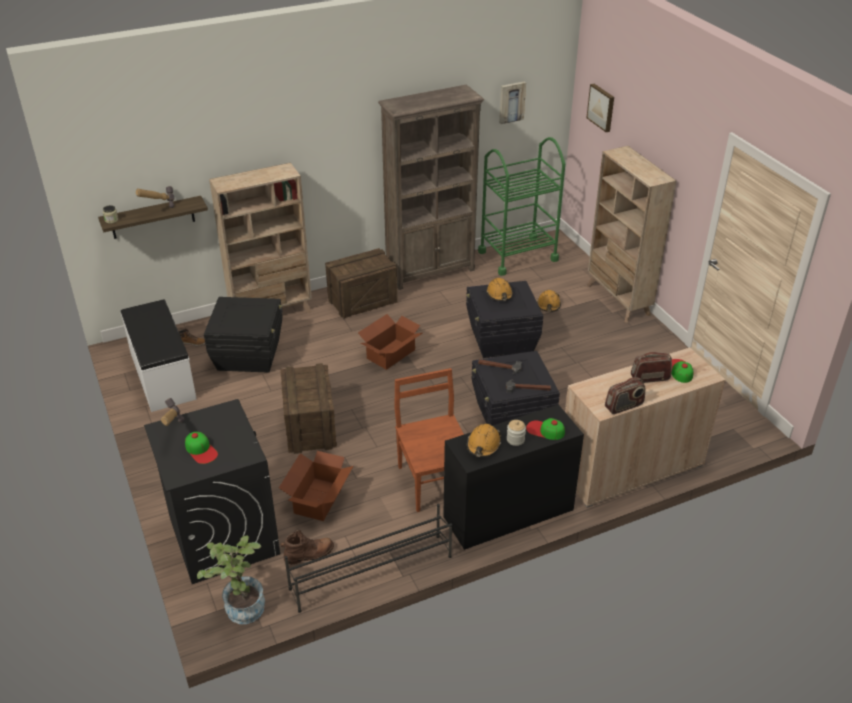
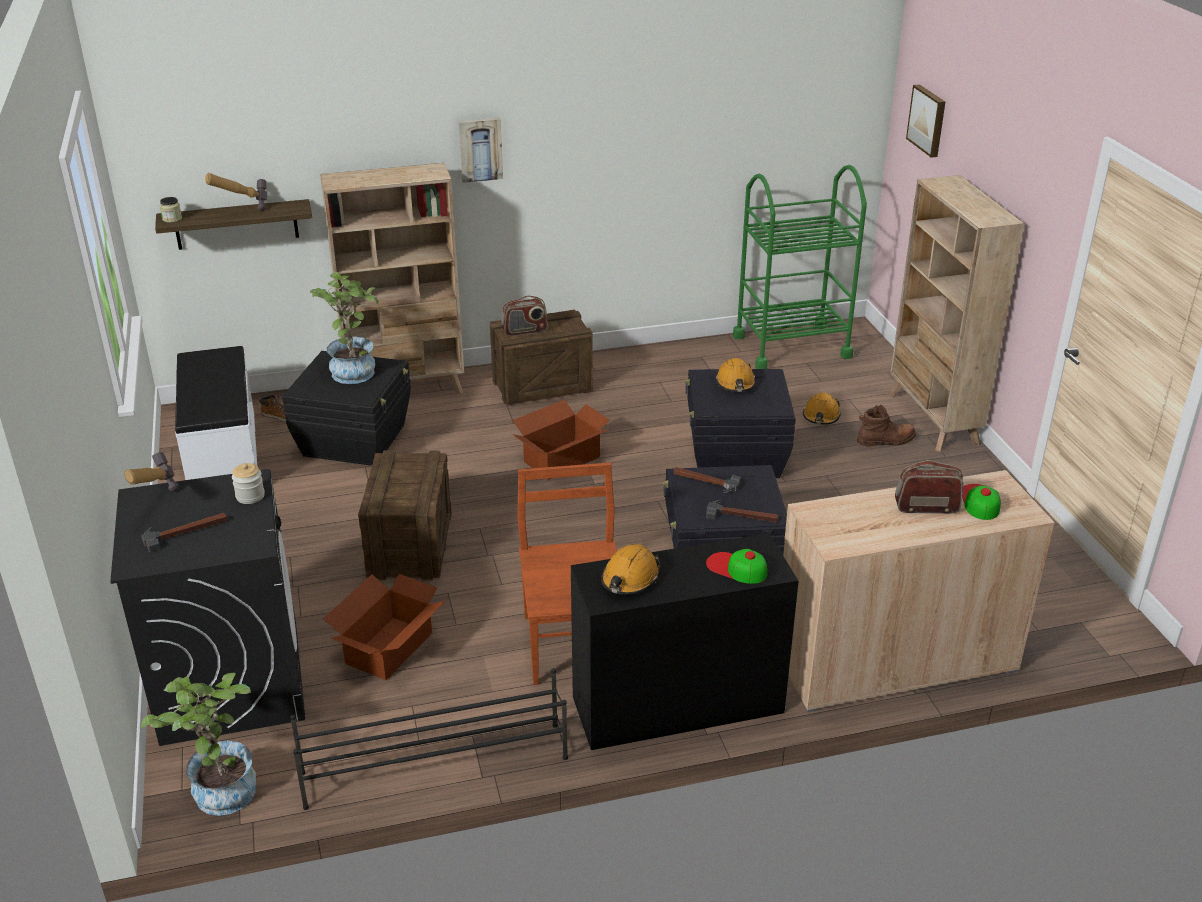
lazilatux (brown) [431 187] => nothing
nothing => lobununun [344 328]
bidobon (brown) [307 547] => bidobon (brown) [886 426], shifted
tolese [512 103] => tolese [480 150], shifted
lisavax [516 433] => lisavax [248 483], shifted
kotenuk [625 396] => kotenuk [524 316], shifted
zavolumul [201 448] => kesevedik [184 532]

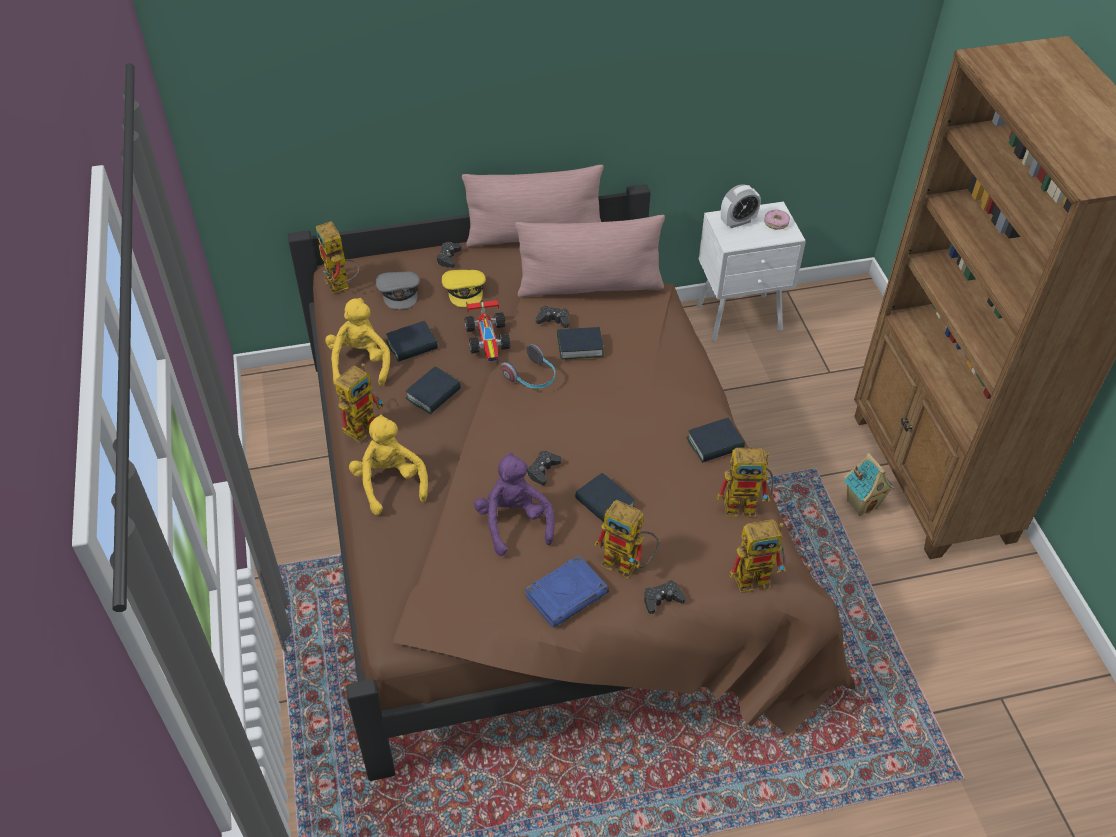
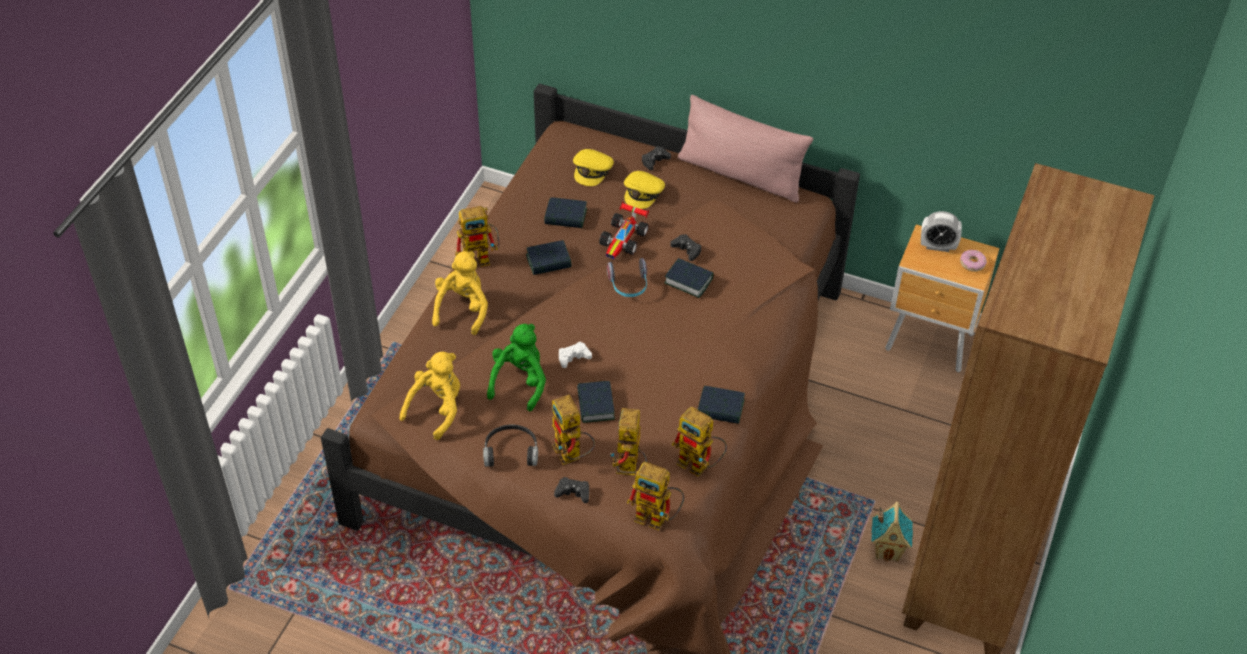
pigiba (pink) [590 256] => nothing
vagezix [337 257] => vagezix [628 441], shifted
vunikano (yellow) [357 342] => vunikano (yellow) [430 396], shifted
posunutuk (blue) [567 591] => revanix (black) [510 446]
zavolumul (grey) [398 290] => zavolumul (yellow) [593 167]
vunikano (purple) [514 504] => vunikano (green) [516 367]
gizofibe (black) [544 468] => gizofibe (white) [575 355]
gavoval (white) [751 272] => gavoval (brown) [942 298]

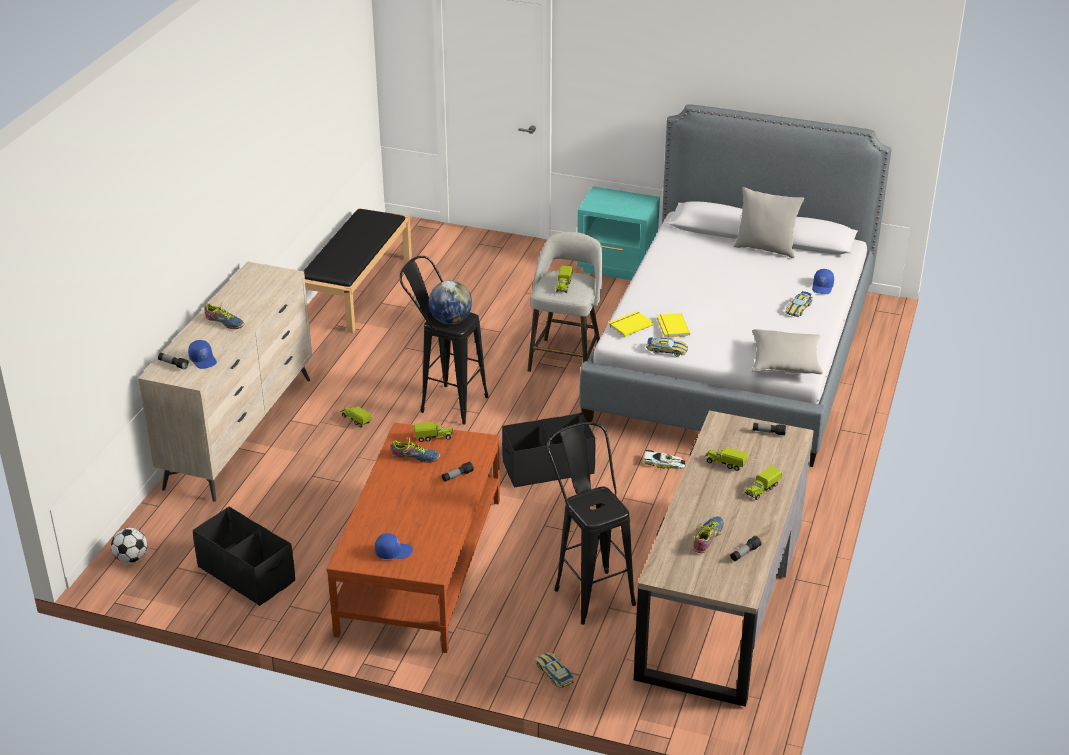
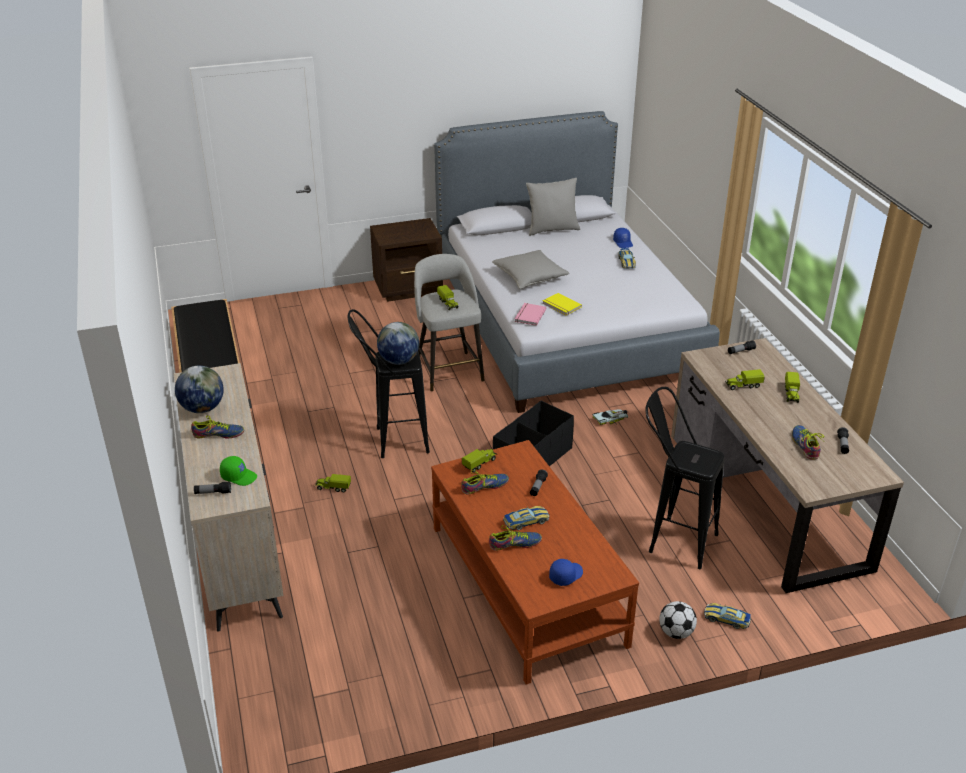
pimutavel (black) [244 556] => nothing
nothing => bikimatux [199 389]
nothing => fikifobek [515 538]
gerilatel [129 545] => gerilatel [678 620], shifted
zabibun [667 347] => zabibun [526 518], shifted
pigiba (grey) [787 351] => pigiba (grey) [530 269], shifted
zavolumul (blue) [202 354] => zavolumul (green) [238 471]
gavoval (turquoise) [618 233] => gavoval (brown) [406 260]
posunutuk (yellow) [630 324] => posunutuk (pink) [530 314]

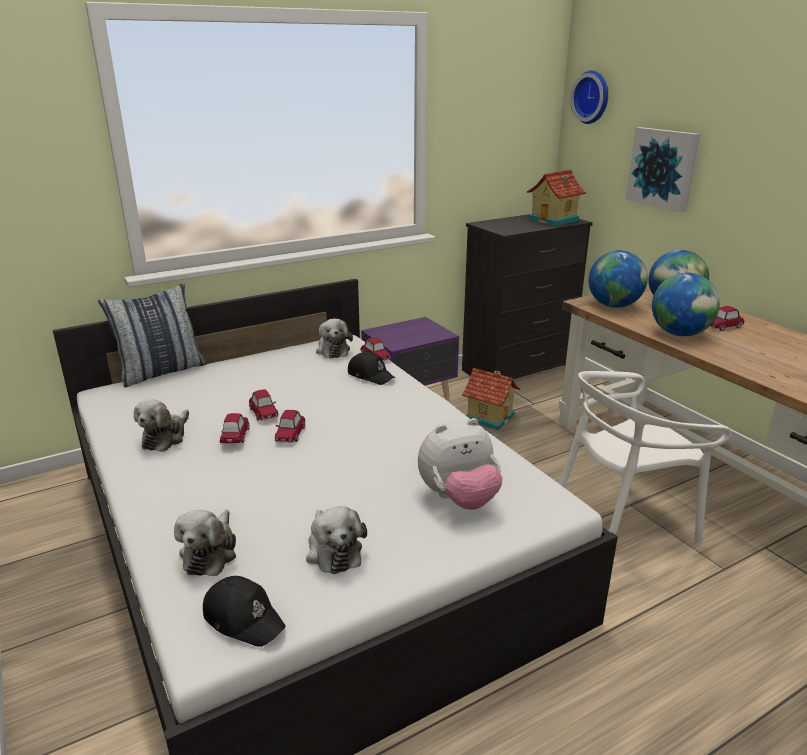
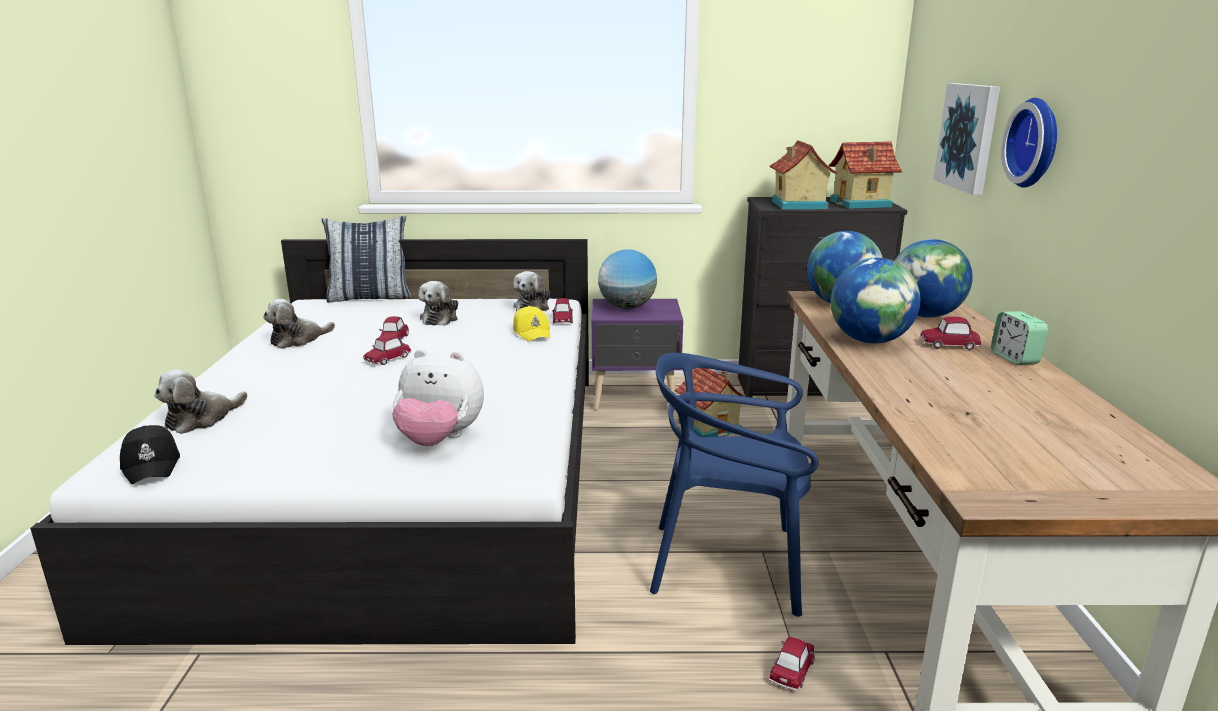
nothing => bikimatux [627 279]
nothing => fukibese [803 174]
nothing => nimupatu [1019 338]
zabibun [235 429] => zabibun [792 664], shifted
vunikano [336 540] => vunikano [438 303], shifted
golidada [589 97] => golidada [1029 143], shifted
zavolumul (black) [371 368] => zavolumul (yellow) [531 324]
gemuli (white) [646 457] => gemuli (blue) [734 485]

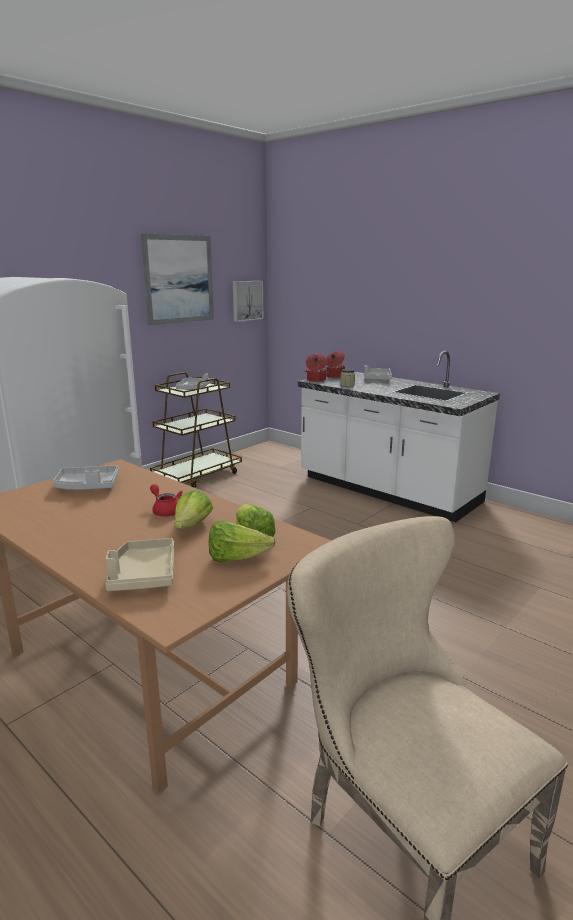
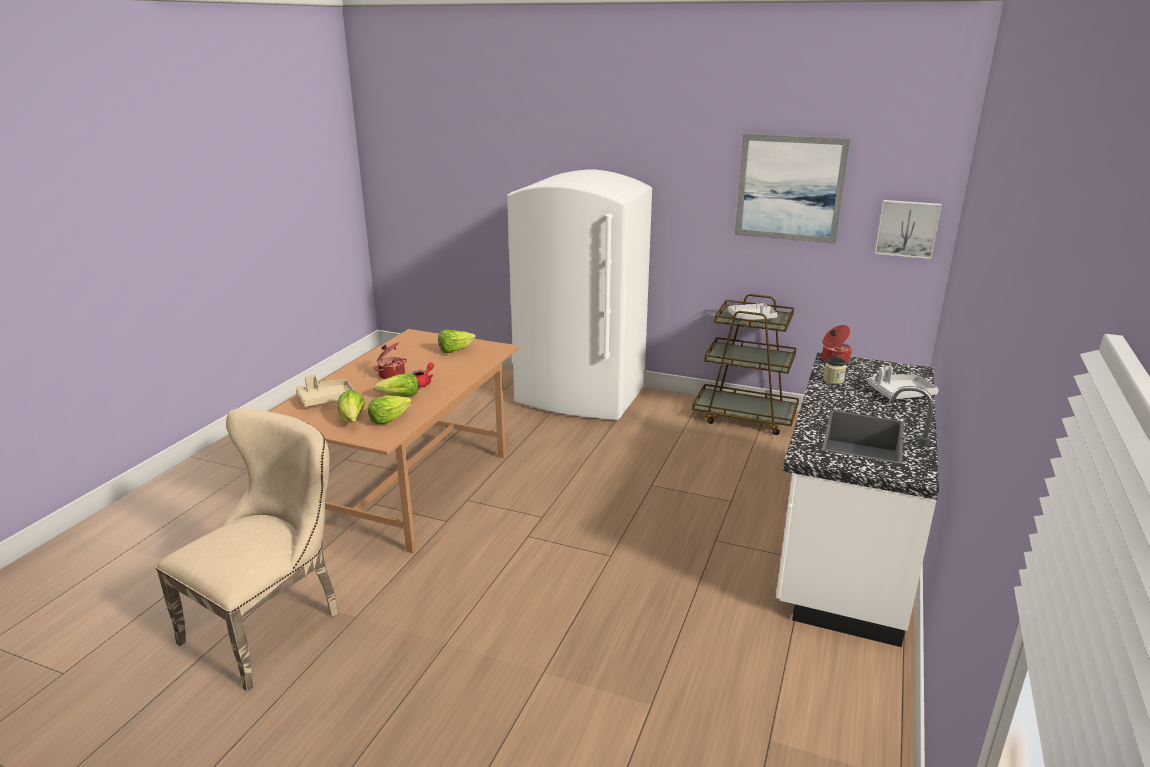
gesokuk [335 364] => gesokuk [390 360], shifted
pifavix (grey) [86 477] => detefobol [457 341]

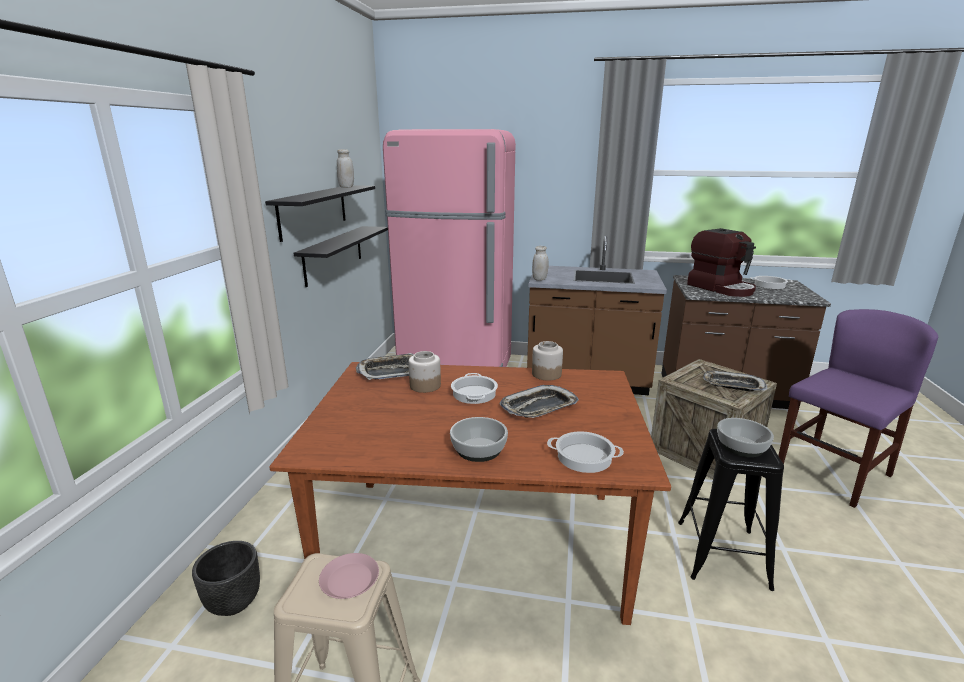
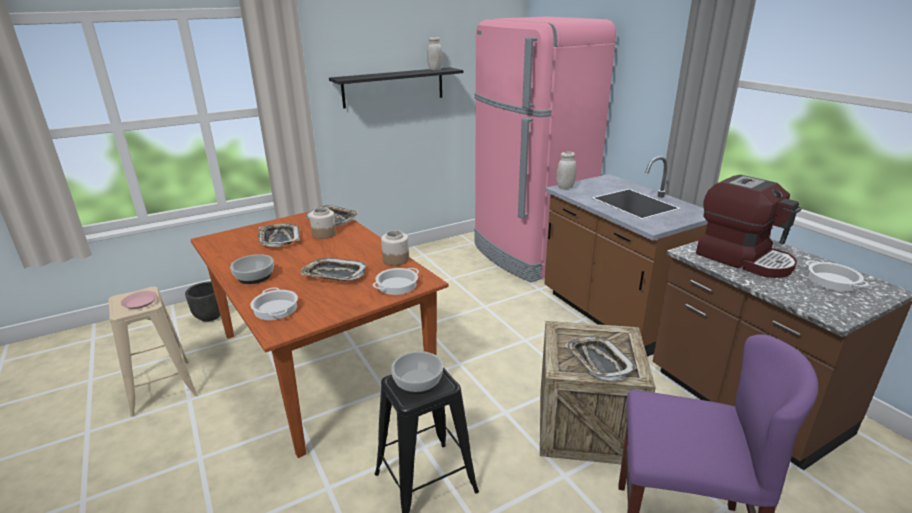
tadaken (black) [340 256] => nothing
nothing => pifavix [279 235]
gesokuk [474 388] => gesokuk [396 281], shifted
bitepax [721 262] => bitepax [749 226], 60 degrees counterclockwise

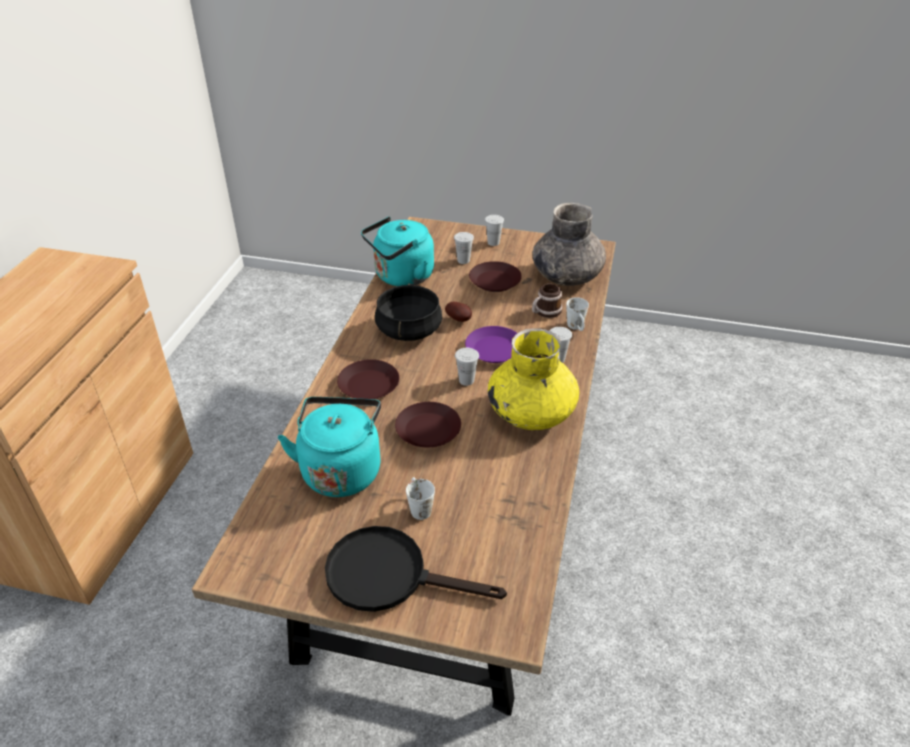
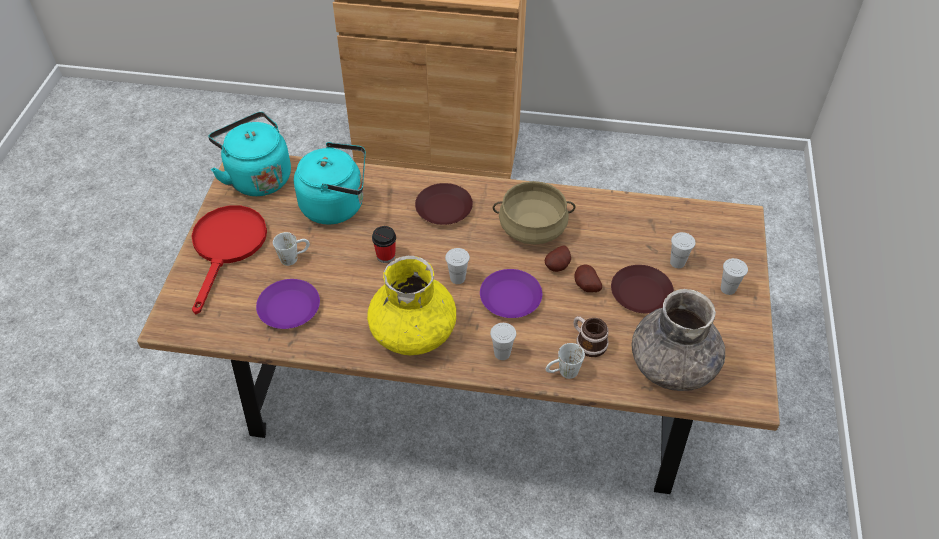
nothing => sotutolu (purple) [288 304]
nothing => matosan [588 278]
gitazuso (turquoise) [397 251] => gitazuso (turquoise) [249 154], shifted
sotutolu (brown) [428 424] => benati [384 244]
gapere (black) [416 569] => gapere (red) [229 259]
gesokuk (black) [408 312] => gesokuk (beige) [534 213]

